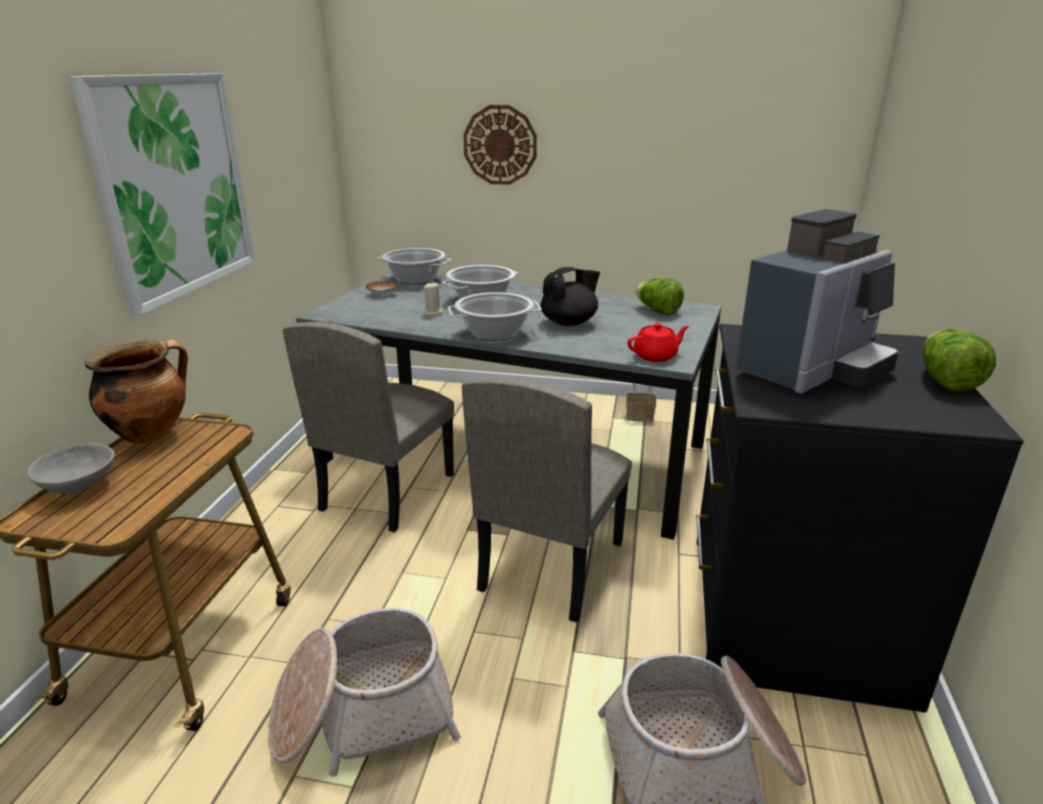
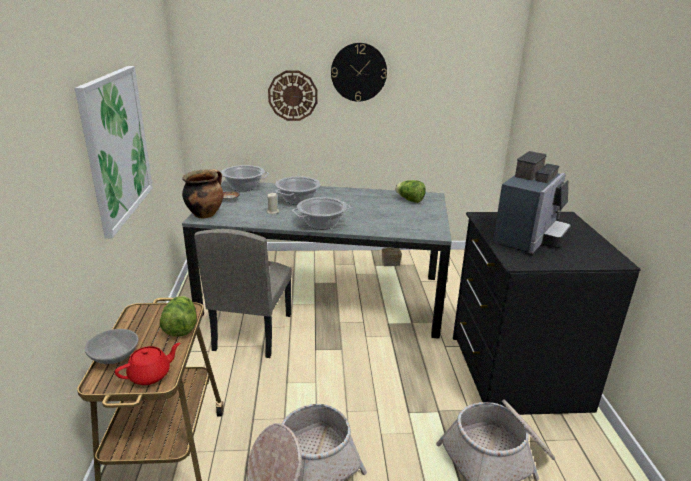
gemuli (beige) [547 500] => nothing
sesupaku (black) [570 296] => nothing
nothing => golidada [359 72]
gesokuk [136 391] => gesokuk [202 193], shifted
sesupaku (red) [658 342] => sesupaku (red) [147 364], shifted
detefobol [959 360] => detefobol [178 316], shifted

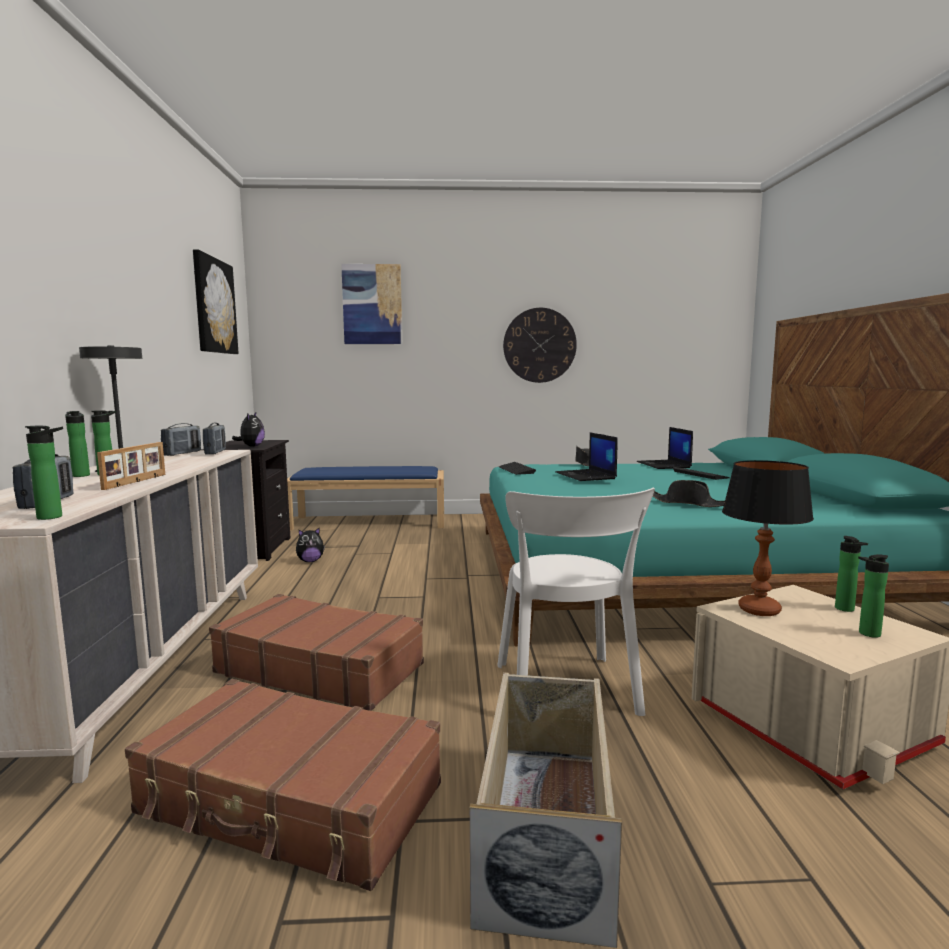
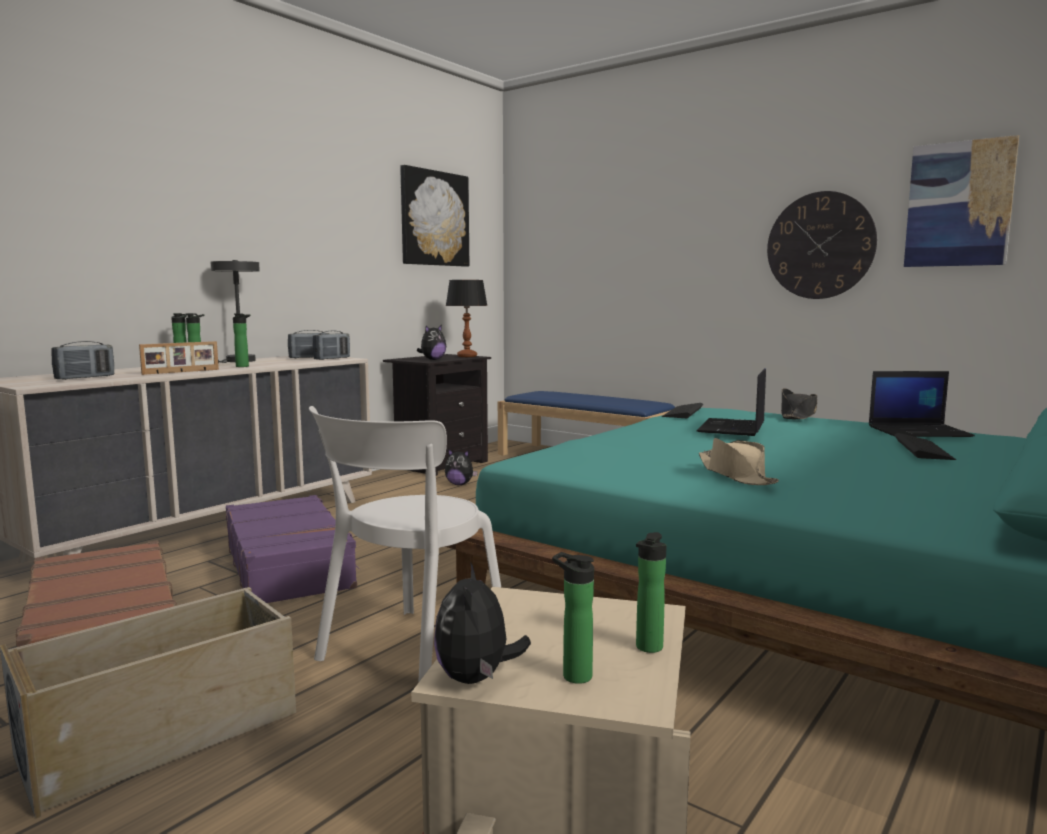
nothing => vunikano [482 623]
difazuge [44 473] => difazuge [241 340], shifted
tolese [371 304] => tolese [961 201], shifted
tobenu [768 538] => tobenu [467 318], shifted
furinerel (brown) [316 652] => furinerel (purple) [293 549]
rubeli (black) [688 493] => rubeli (beige) [739 461]
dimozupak [665 448] => dimozupak [922 404], 120 degrees counterclockwise

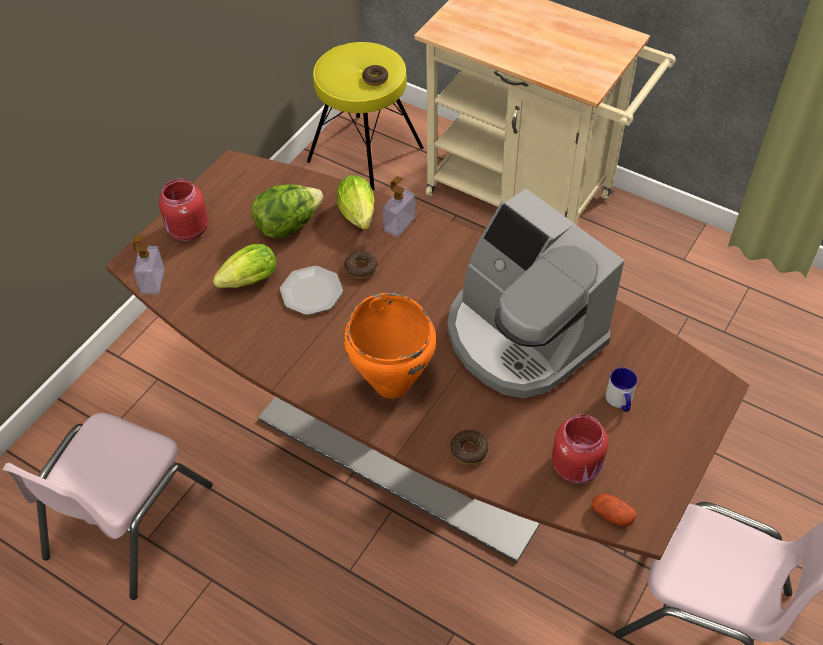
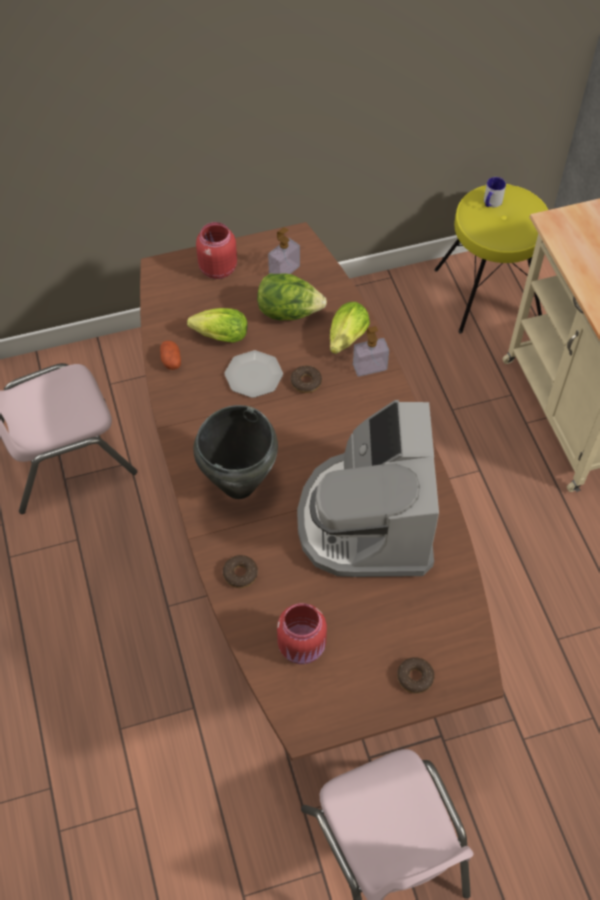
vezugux [148 264] => vezugux [284 250], shifted
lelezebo [375 75] => lelezebo [416 675], shifted
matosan [614 509] => matosan [170 355], shifted
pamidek [621 390] => pamidek [495 192], shifted
gesokuk (orange) [390 345] => gesokuk (black) [235 452]

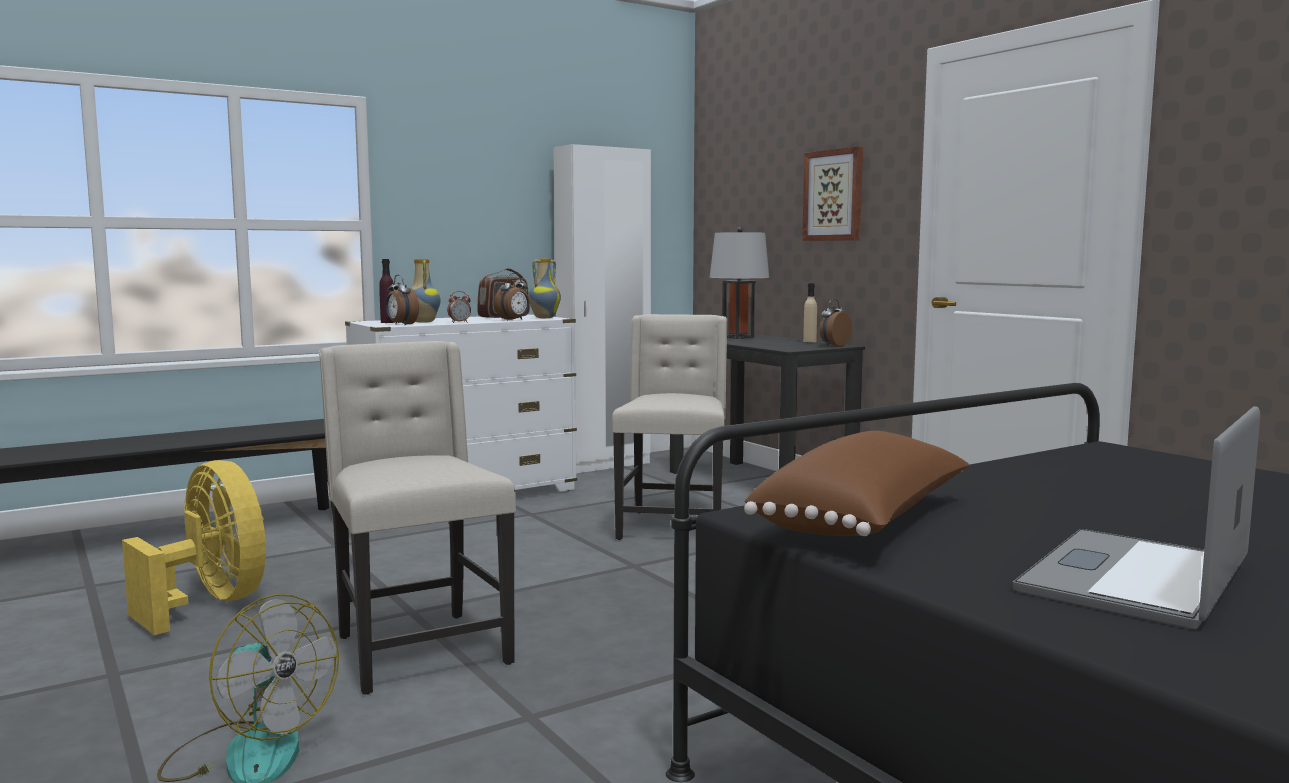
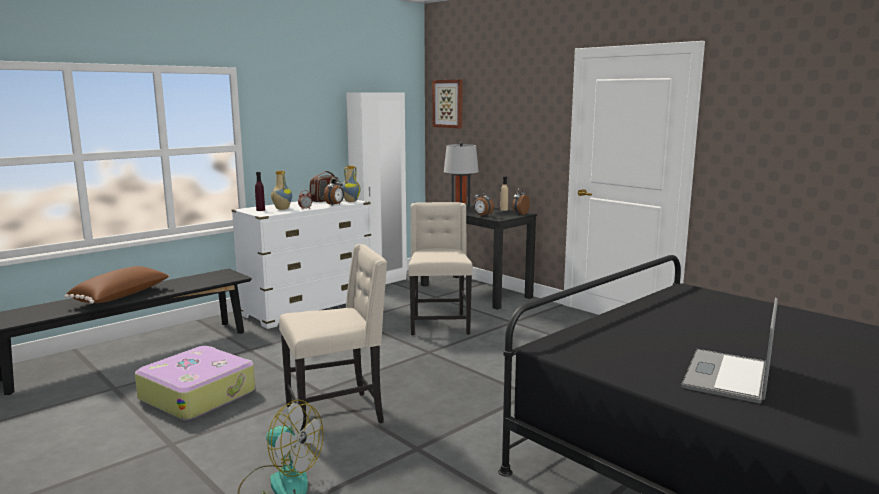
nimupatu [402 300] => nimupatu [483 203], shifted
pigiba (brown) [857 483] => pigiba (brown) [117 285], shifted
tolese [832 193] => tolese [447 104], shifted
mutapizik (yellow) [194 547] => furinerel [195 383]
gemuli (beige) [417 518] => gemuli (beige) [333 337], 105 degrees clockwise

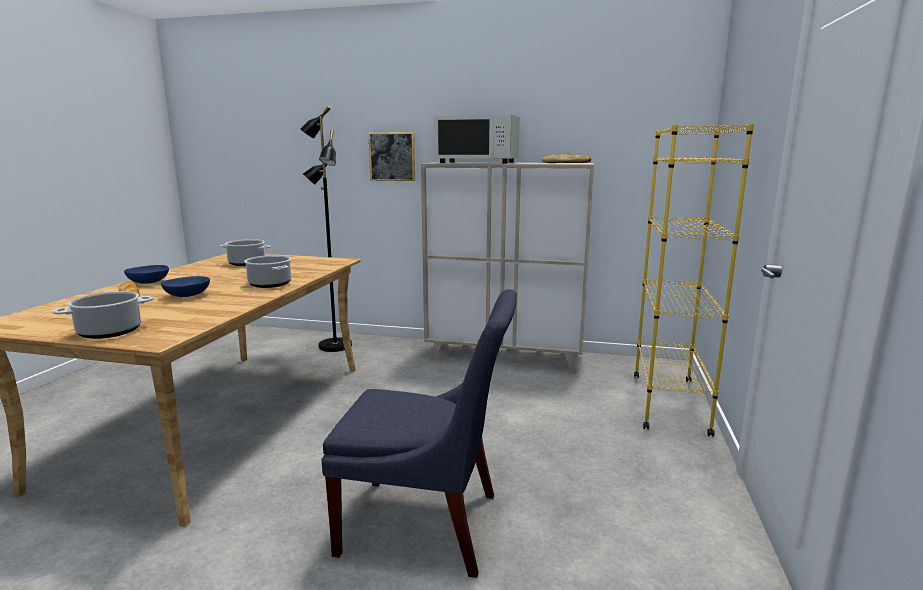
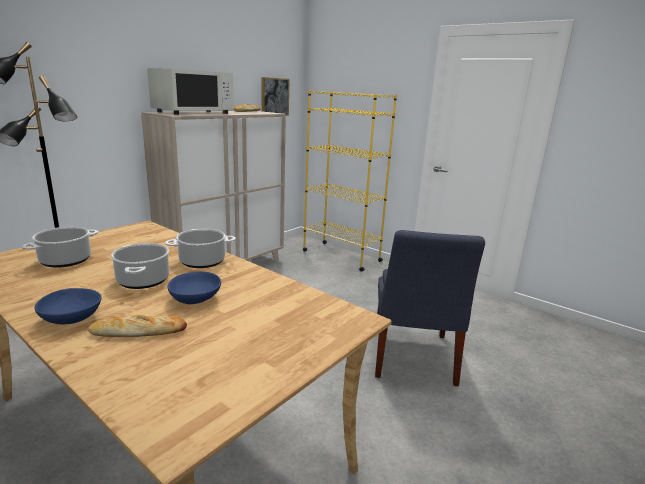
gesokuk [103 315] => gesokuk [140 266], shifted
tolese [391 156] => tolese [276 96], shifted
gemuli (blue) [419 433] => gemuli (blue) [430 308], 150 degrees clockwise

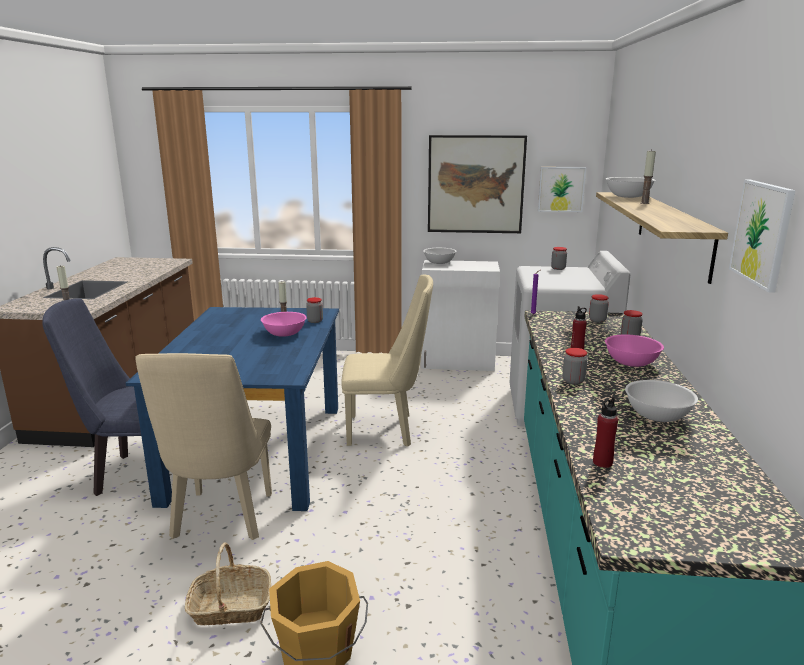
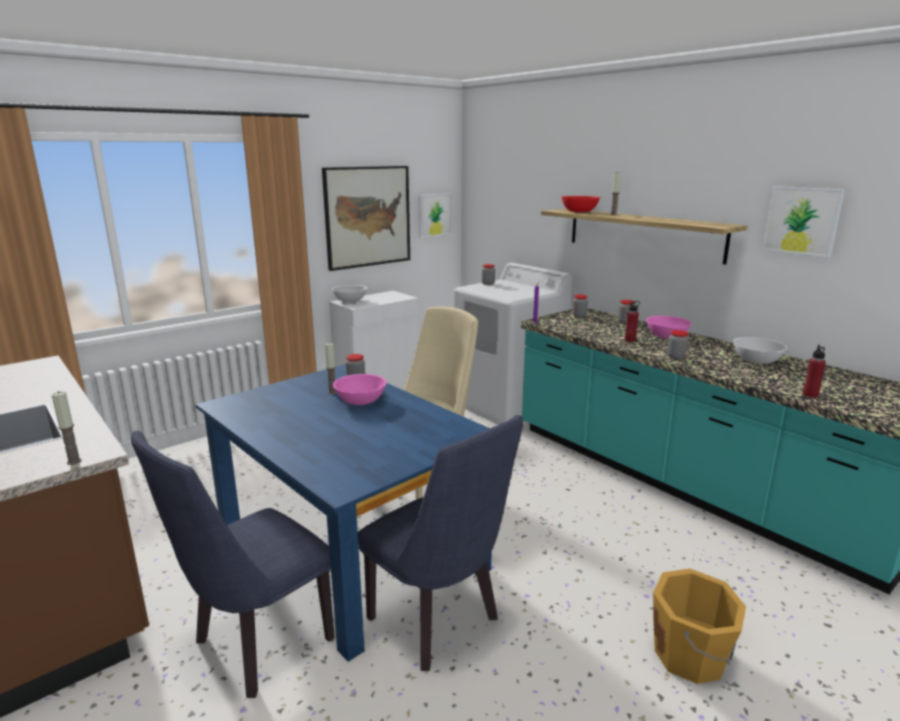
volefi [228 584] => nothing
gemuli (beige) [203 446] => gemuli (blue) [440 543]
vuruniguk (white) [631 187] => vuruniguk (red) [581 204]

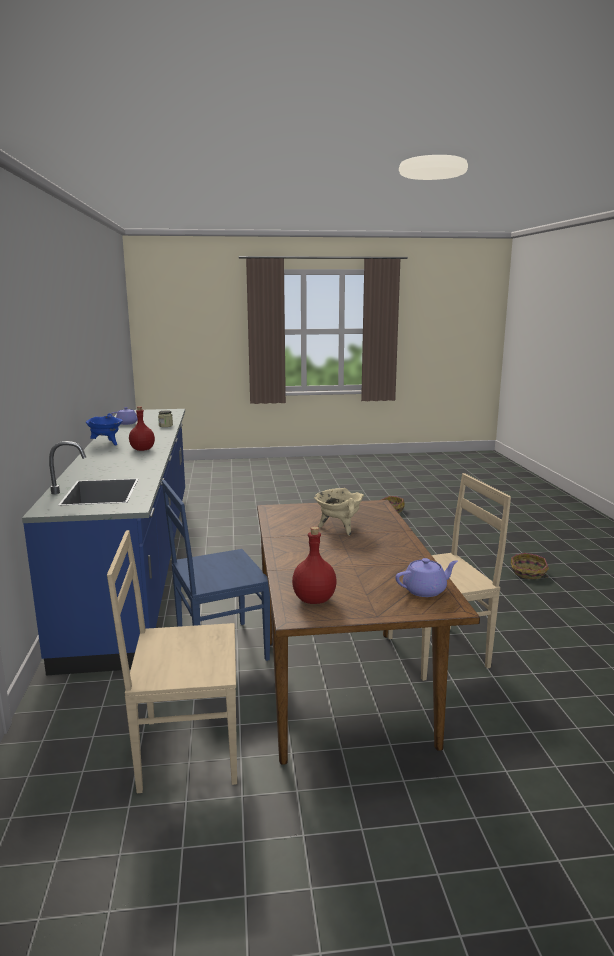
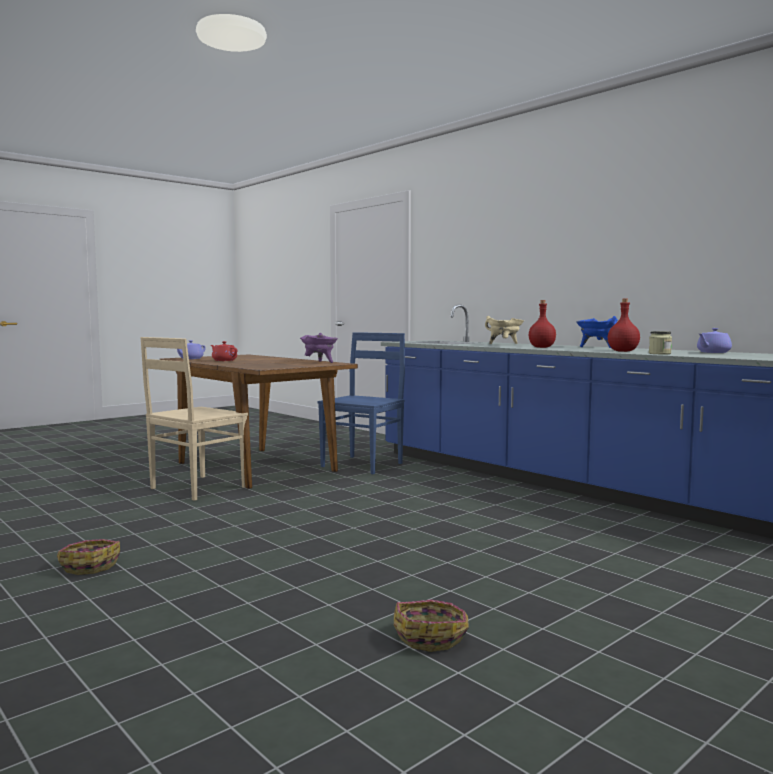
gemuli (beige) [172 661] => nothing
nothing => sesupaku (red) [224 351]
nothing => gesokuk (purple) [319 348]
difazuge (red) [314 565] => difazuge (red) [624 325], shifted
gesokuk (beige) [339 512] => gesokuk (beige) [504 330], shifted

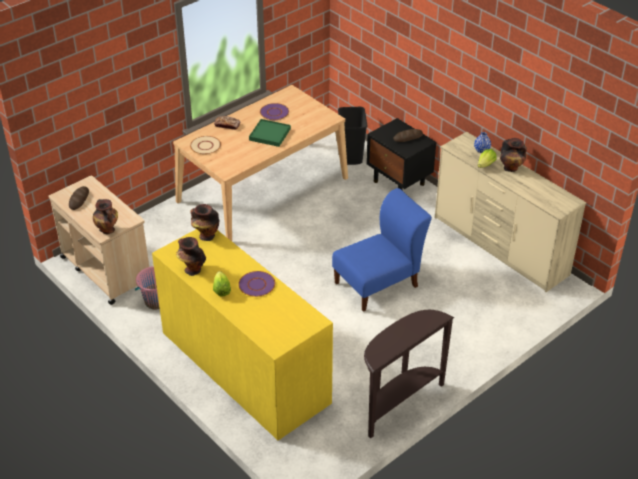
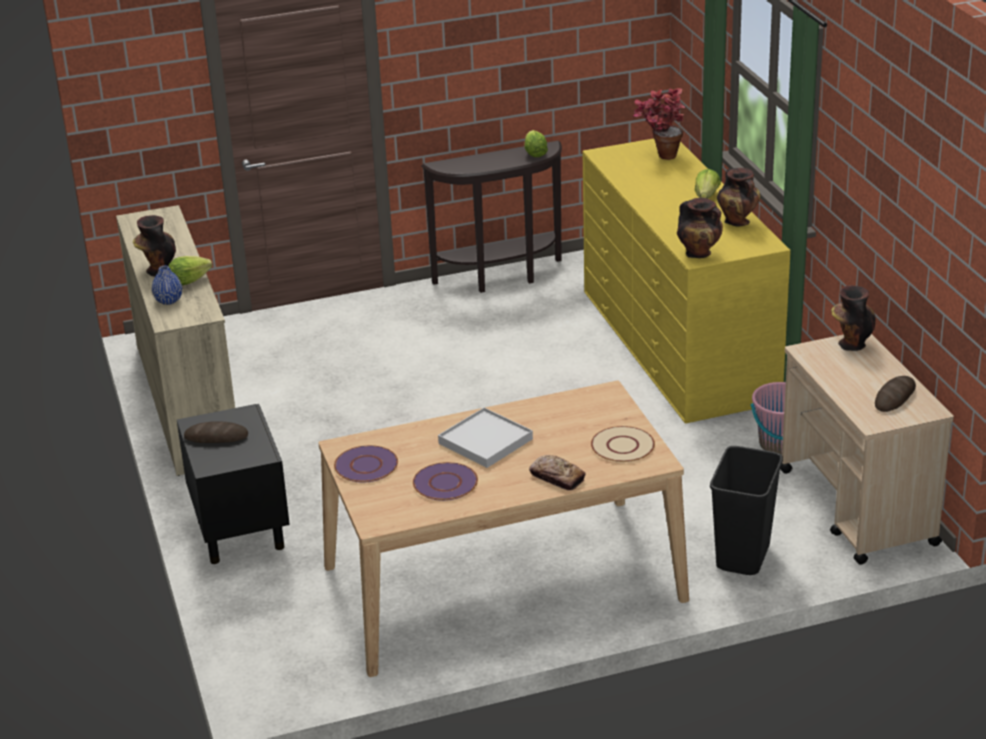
gemuli (blue) [382 250] => nothing
nothing => detefobol [536 143]
nothing => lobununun [659 124]
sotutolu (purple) [256 284] => sotutolu (purple) [366 464], shifted
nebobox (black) [352 136] => nebobox (black) [746 510], shifted
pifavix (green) [270 133] => pifavix (white) [485 438]

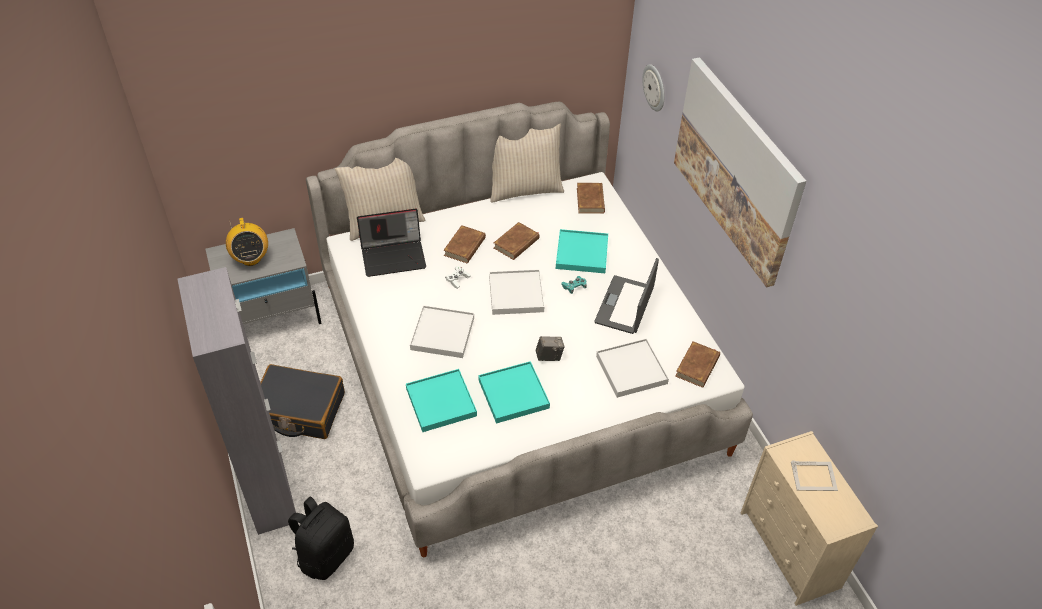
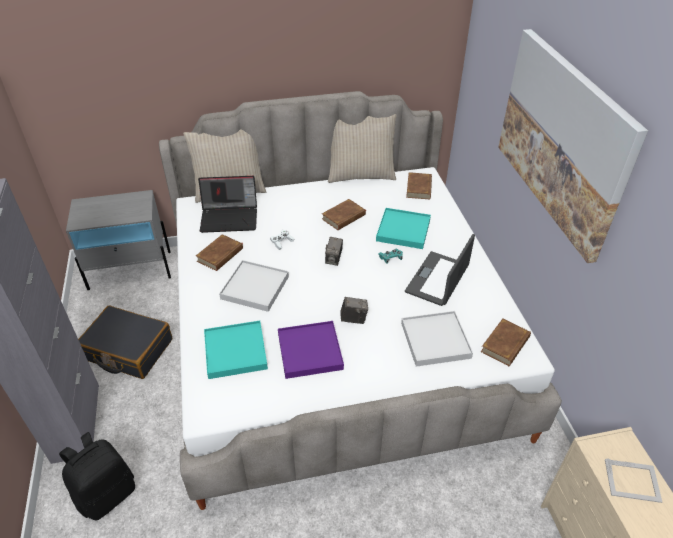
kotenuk [247 242] => nothing
golidada [653 88] => nothing
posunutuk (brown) [464 244] => posunutuk (brown) [219 252], shifted
pifavix (white) [516 292] => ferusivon [334 251]
pifavix (turquoise) [514 392] => pifavix (purple) [311 350]

